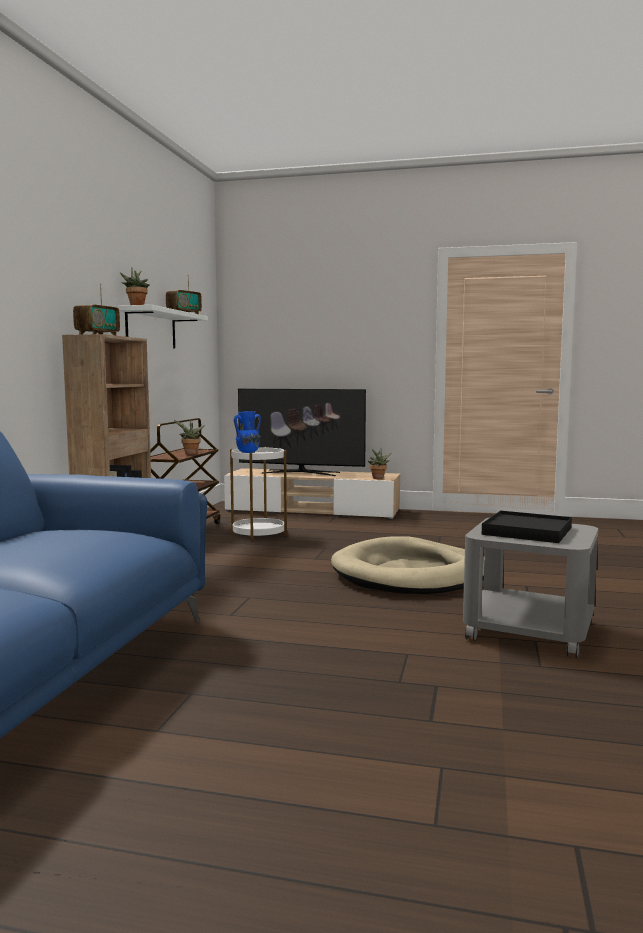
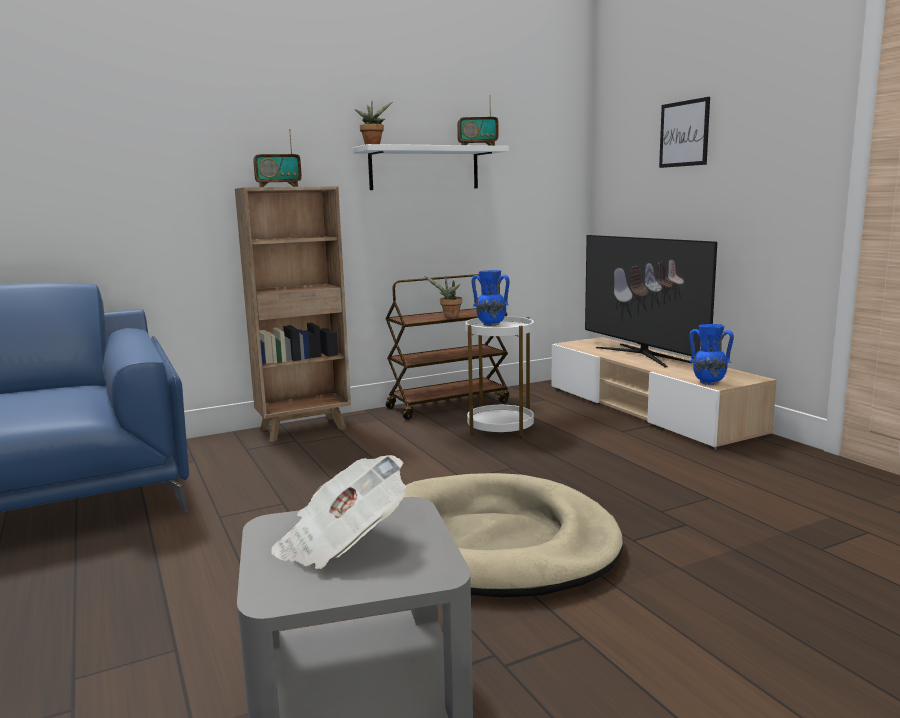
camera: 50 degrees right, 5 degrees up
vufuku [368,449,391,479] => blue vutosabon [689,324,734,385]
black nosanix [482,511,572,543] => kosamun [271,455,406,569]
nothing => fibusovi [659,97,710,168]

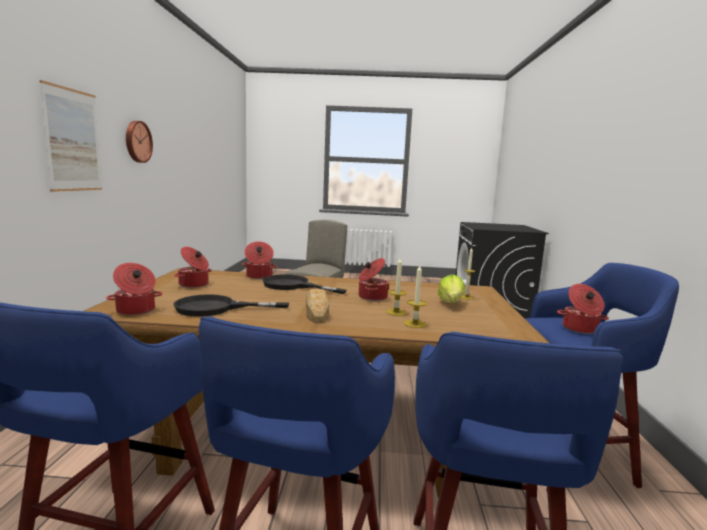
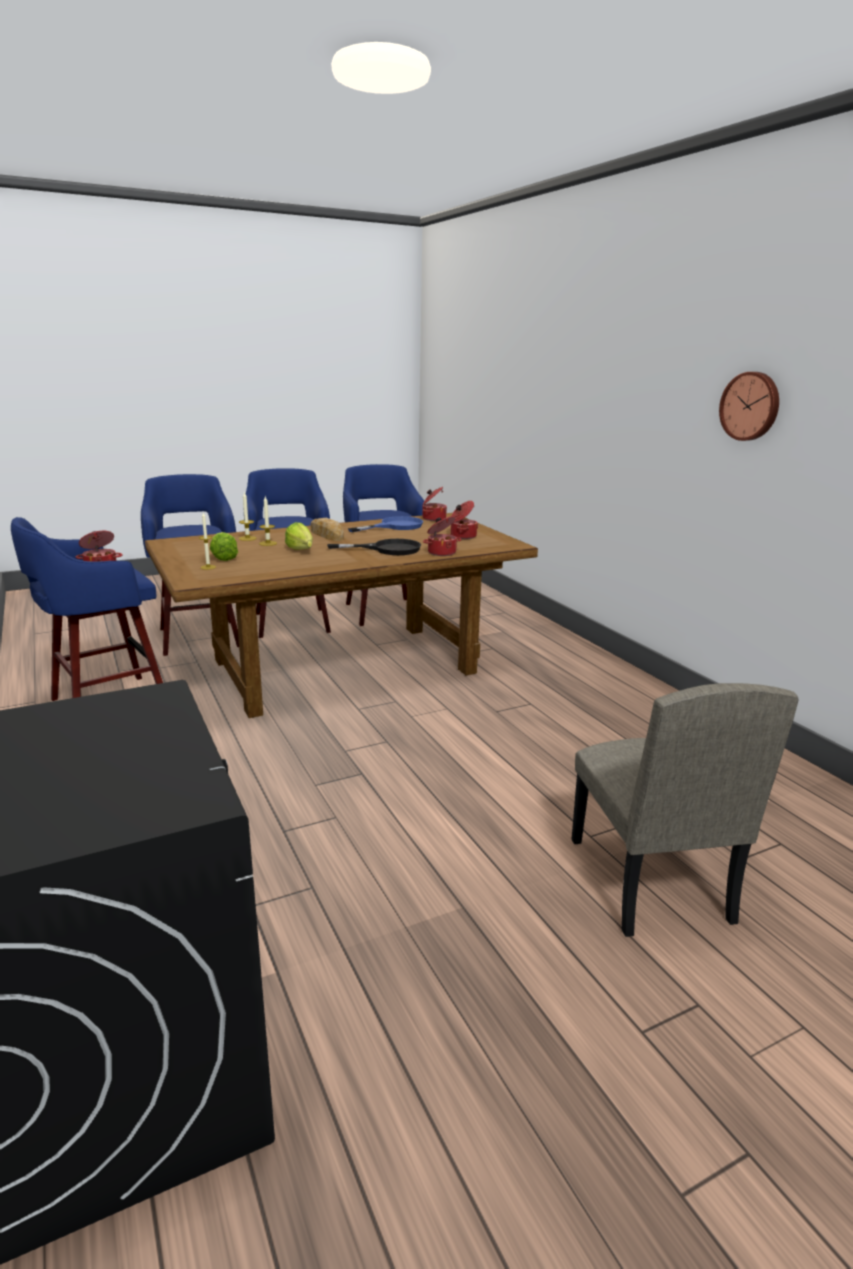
camera: 150 degrees right, 10 degrees up
fibusovi [39,80,102,192] => nothing
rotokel [359,258,390,301] => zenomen [285,522,313,550]
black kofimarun [173,294,289,317] => blue kofimarun [348,516,423,532]

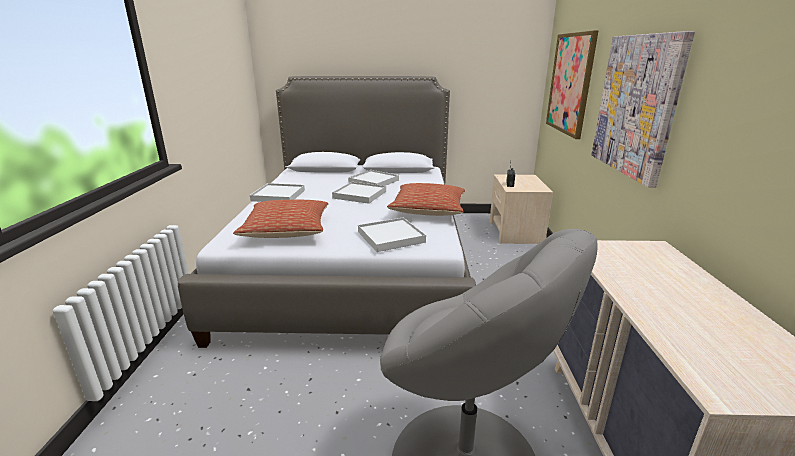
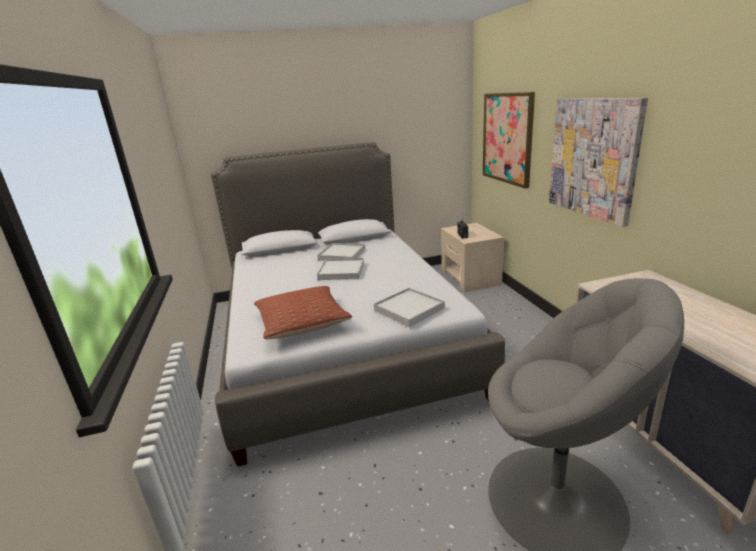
camera: 15 degrees left, 0 degrees up
white nosanix [250,183,305,202] => nothing
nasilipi [387,183,465,216] => nothing

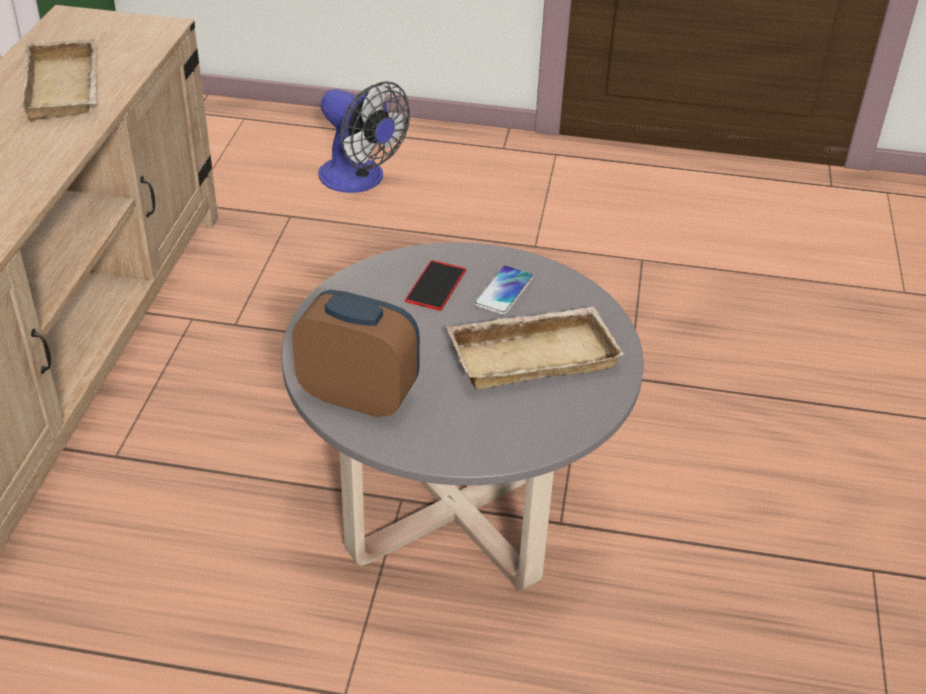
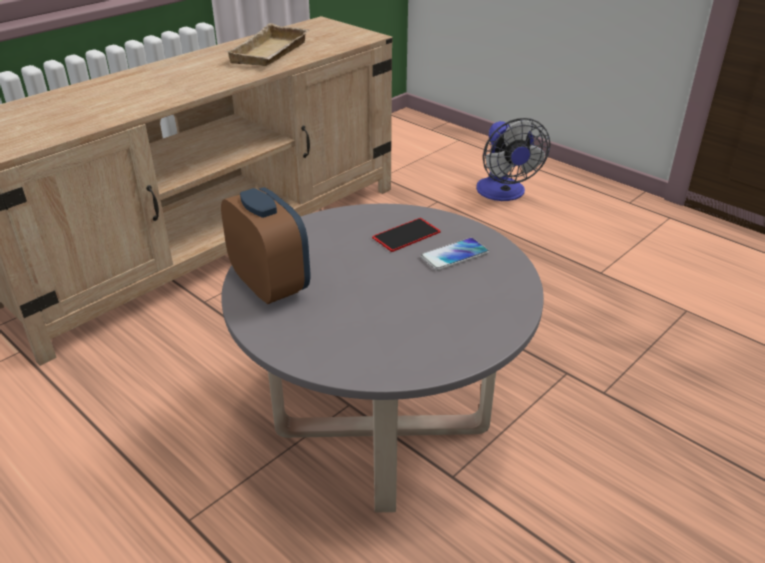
camera: 35 degrees right, 5 degrees down
beige nosanix [446,306,624,389] => nothing

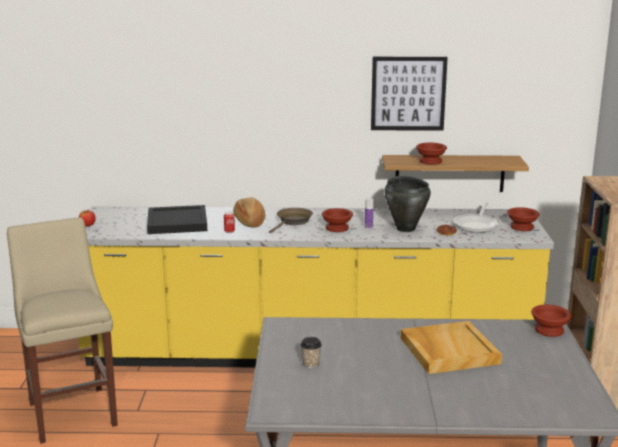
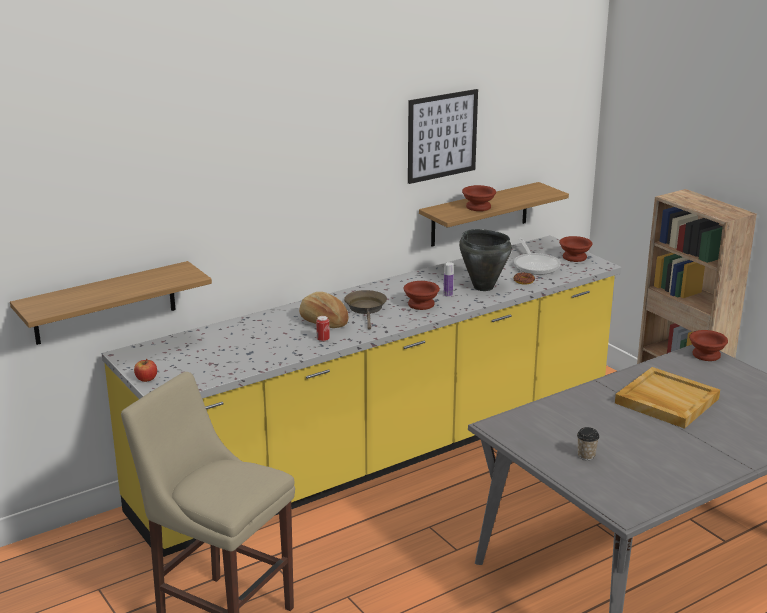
camera: 35 degrees left, 5 degrees up
black nosanix [147,205,207,234] => nothing
nothing => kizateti [10,261,212,345]

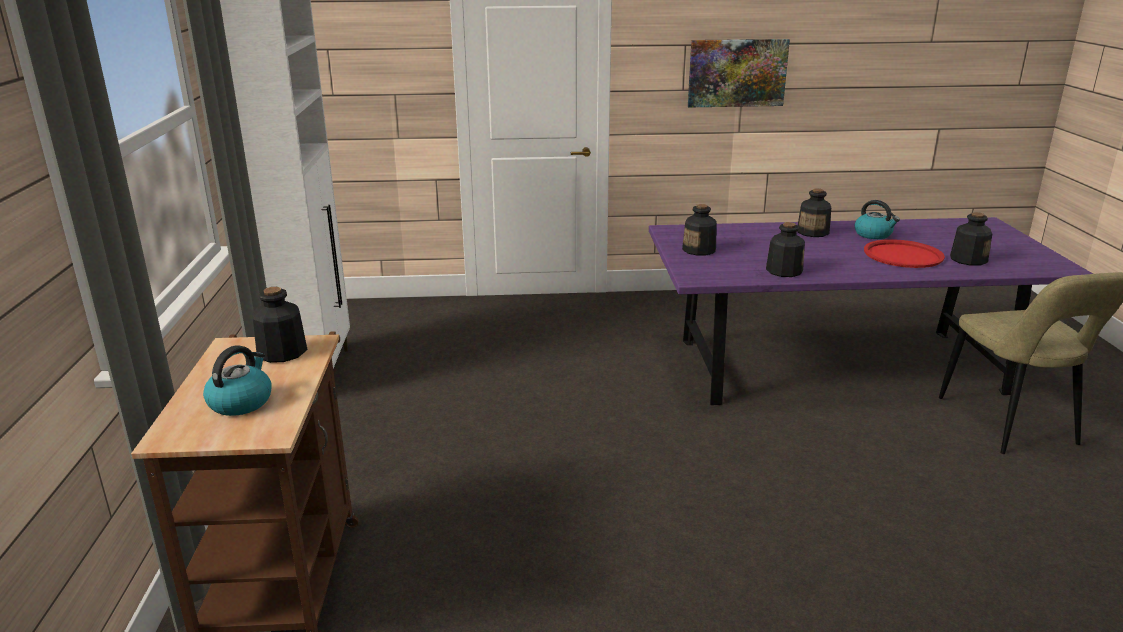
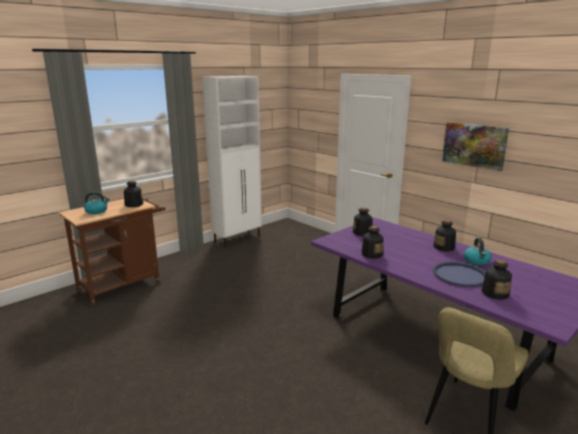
camera: 50 degrees right, 5 degrees down
red nosanix [864,239,945,268] => blue nosanix [433,262,486,287]

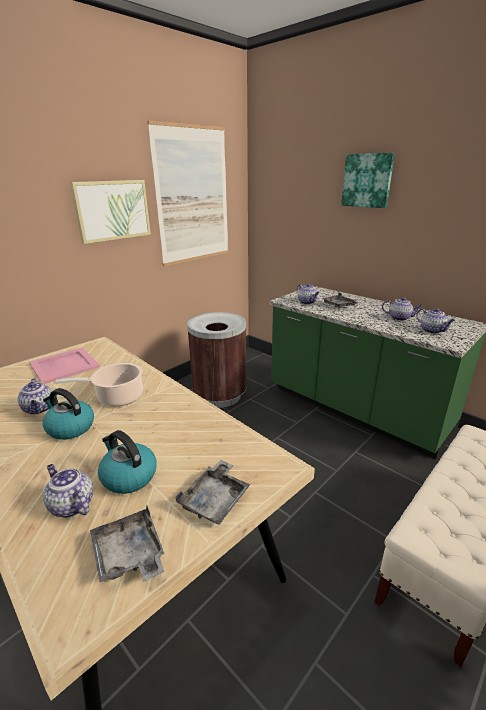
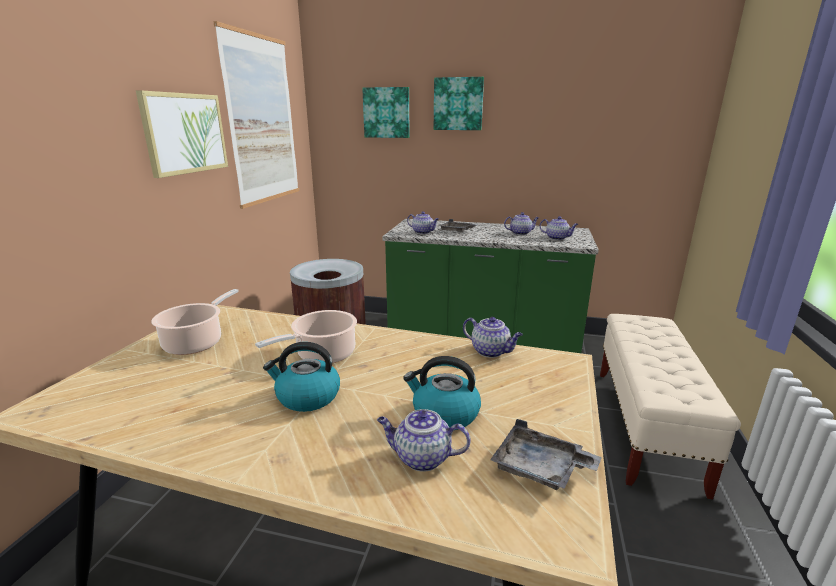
camera: 30 degrees left, 5 degrees down
pink nosanix [29,347,100,384] => rotokel [151,289,239,355]
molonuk [18,378,52,415] => molonuk [463,317,523,358], moved
grey nosanix [175,460,250,525] => nothing
nothing => fibusovi [362,87,409,138]

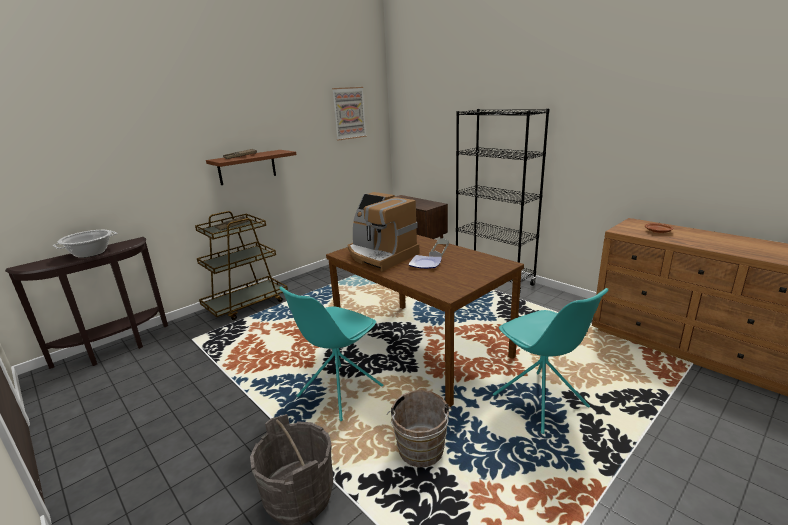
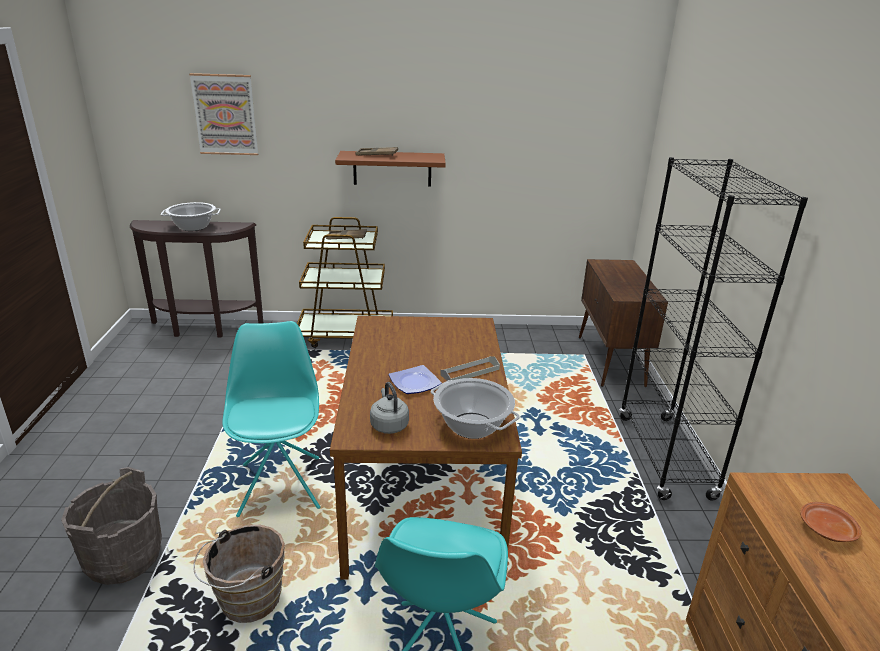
camera: 40 degrees right, 5 degrees up
fibusovi [332,87,367,141] => fibusovi [189,73,258,155], moved
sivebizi [348,192,420,272] => nothing
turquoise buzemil [279,286,384,421] => turquoise buzemil [222,321,320,517], 90 degrees clockwise
nothing => rotokel [431,378,520,439]
nothing => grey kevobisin [370,382,409,434]

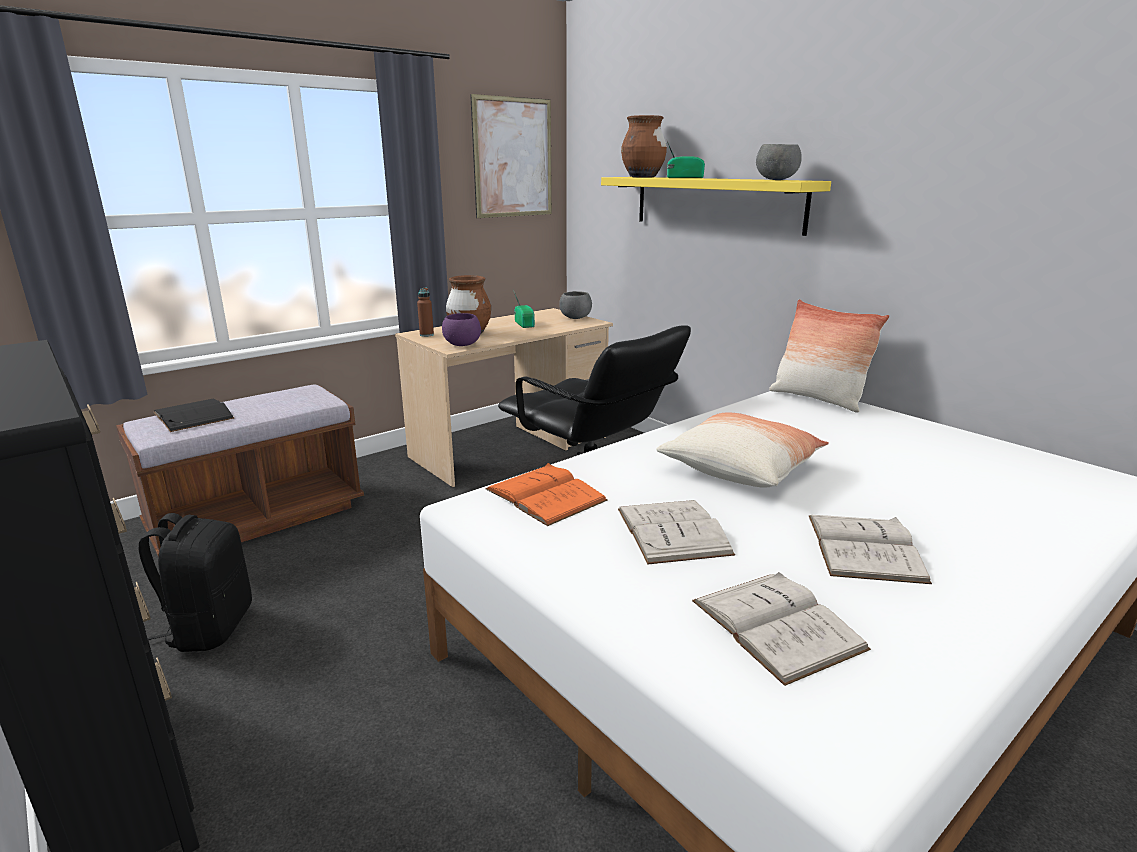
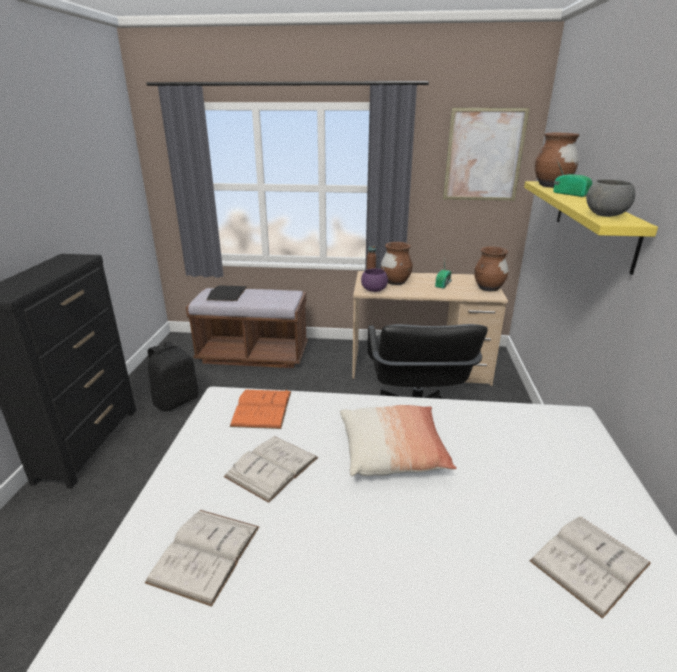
camera: 45 degrees right, 5 degrees up
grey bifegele [559,291,592,319] => brown vutosabon [474,247,509,291]
nasilipi [769,299,889,413] => nothing
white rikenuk [809,515,932,584] => white rikenuk [530,516,651,619], moved

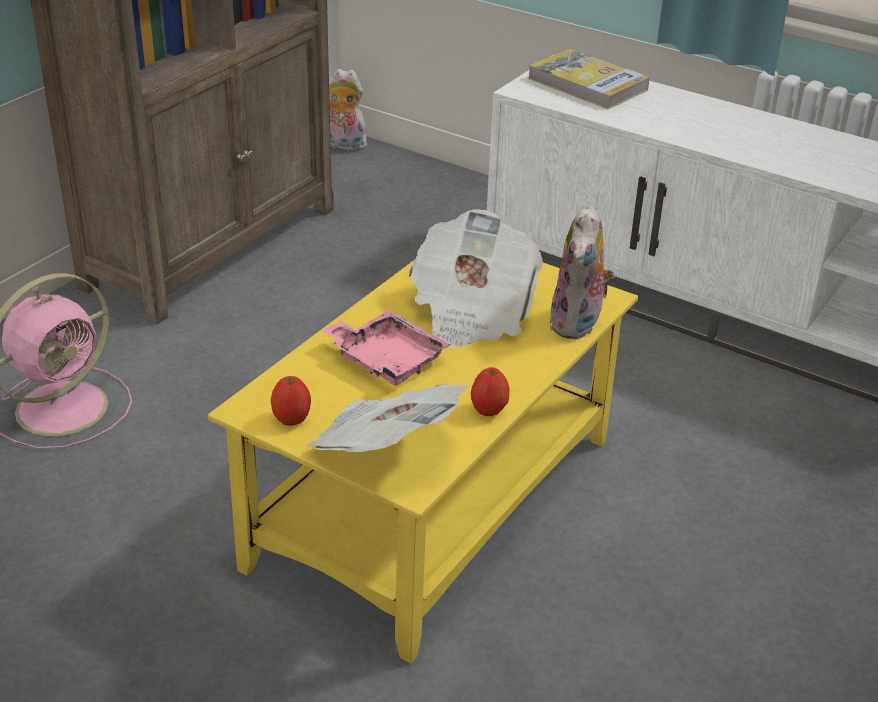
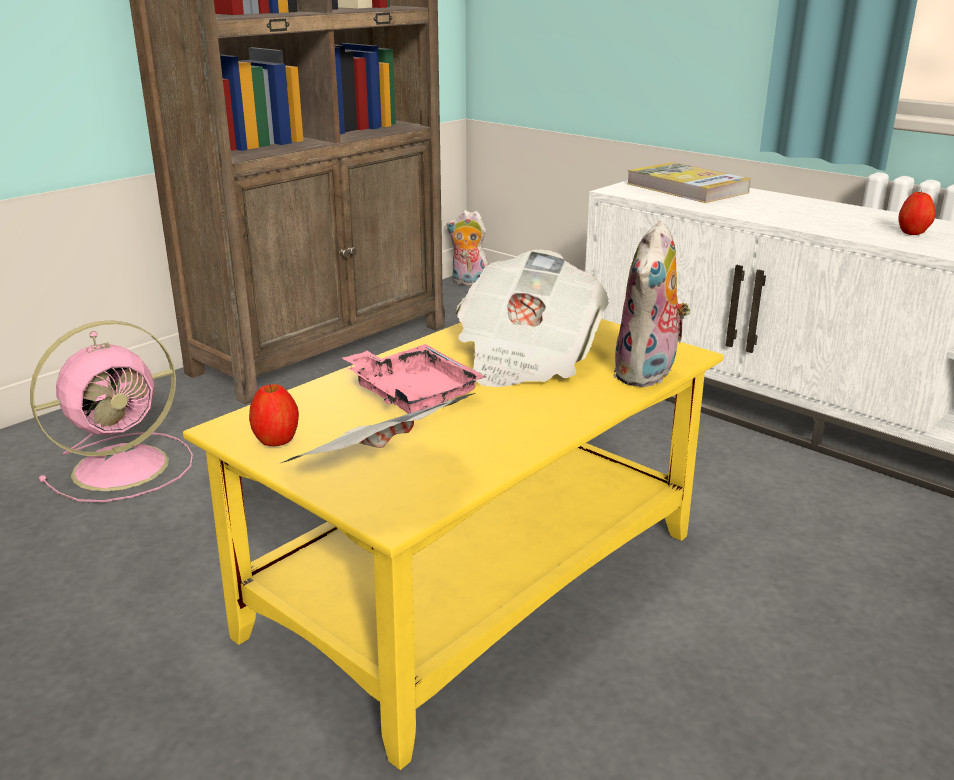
camera: 10 degrees right, 10 degrees down
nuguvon [471,367,509,416] => nuguvon [898,190,935,235], moved

